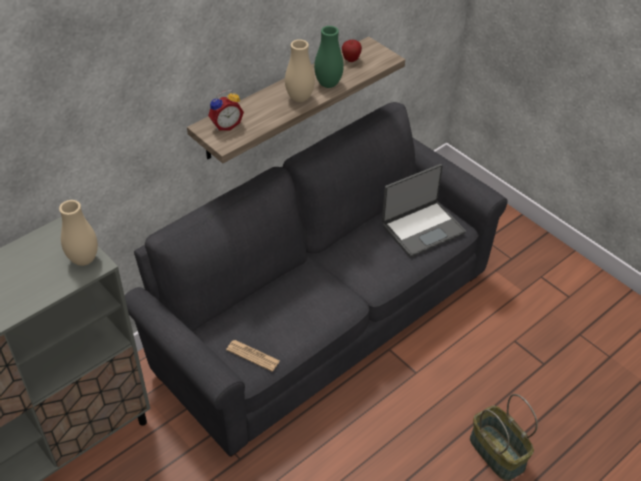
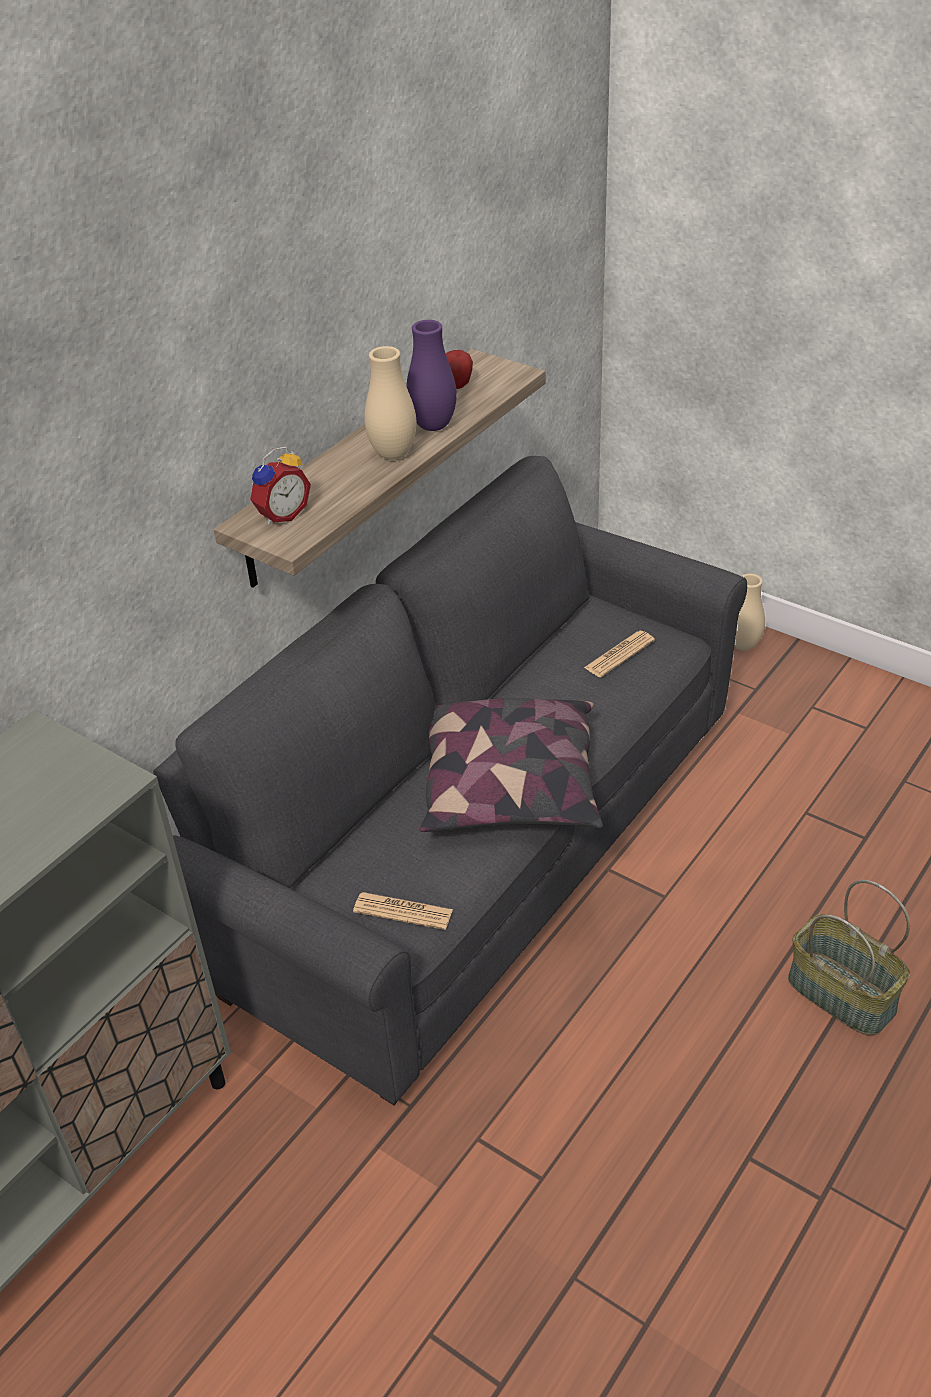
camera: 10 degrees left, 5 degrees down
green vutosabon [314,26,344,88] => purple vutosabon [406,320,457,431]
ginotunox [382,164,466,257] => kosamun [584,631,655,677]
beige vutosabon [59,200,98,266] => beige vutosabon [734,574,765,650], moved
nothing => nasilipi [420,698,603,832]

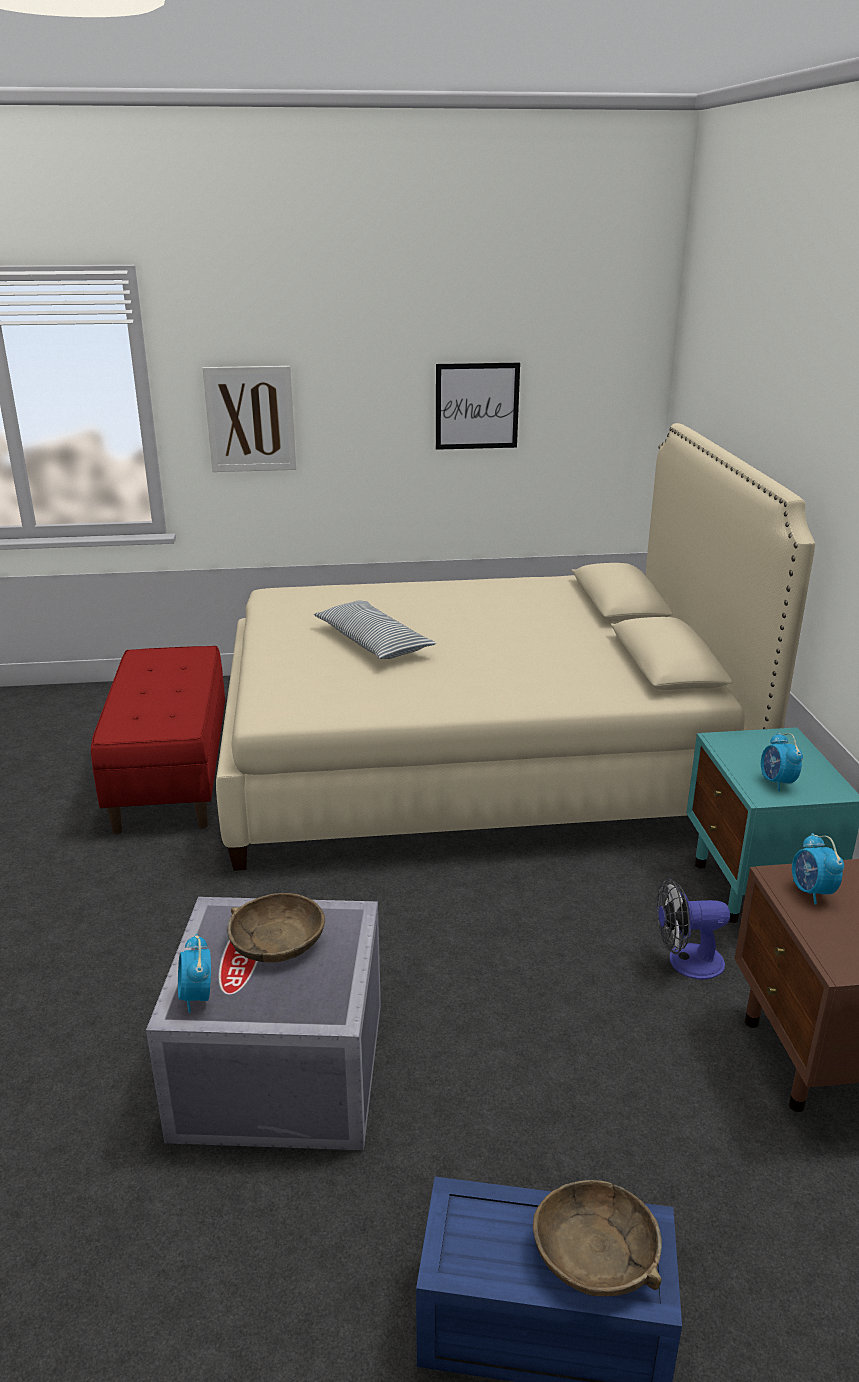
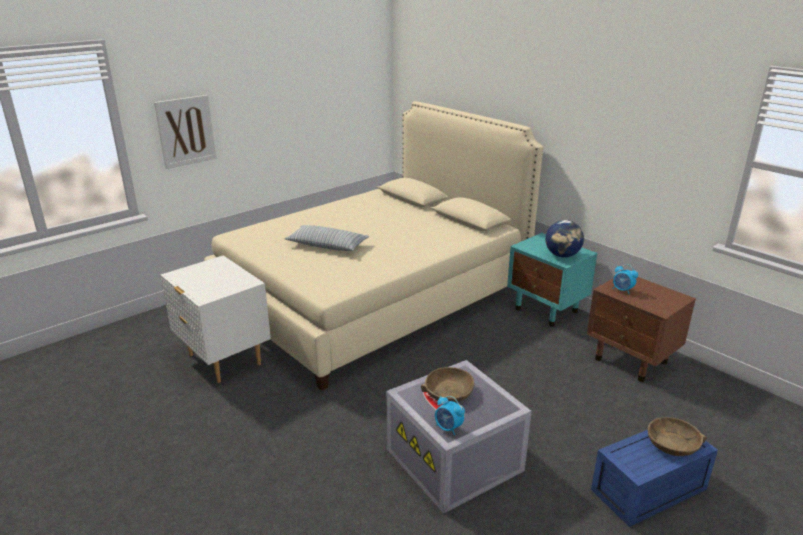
camera: 35 degrees left, 0 degrees up
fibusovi [436,363,520,450] => nothing
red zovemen [91,646,225,834] => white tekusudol [160,255,271,383]
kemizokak [761,732,803,791] => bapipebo [545,220,584,258]
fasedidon [657,879,730,980] => nothing

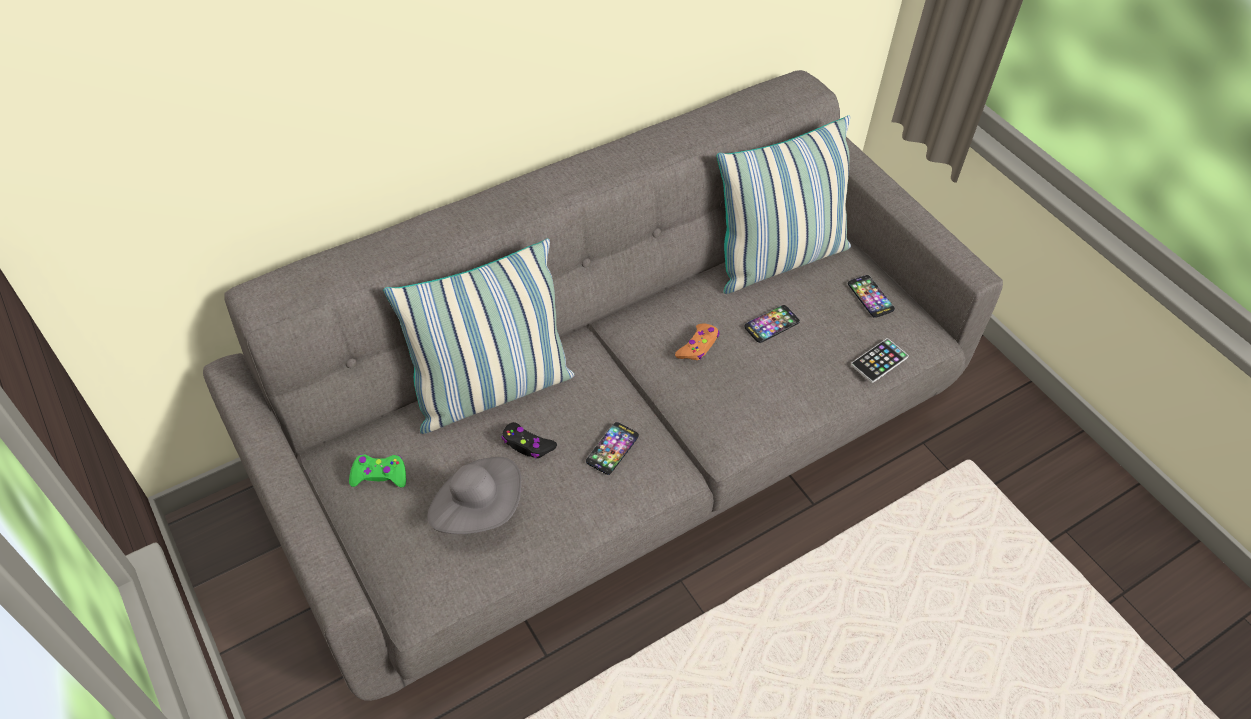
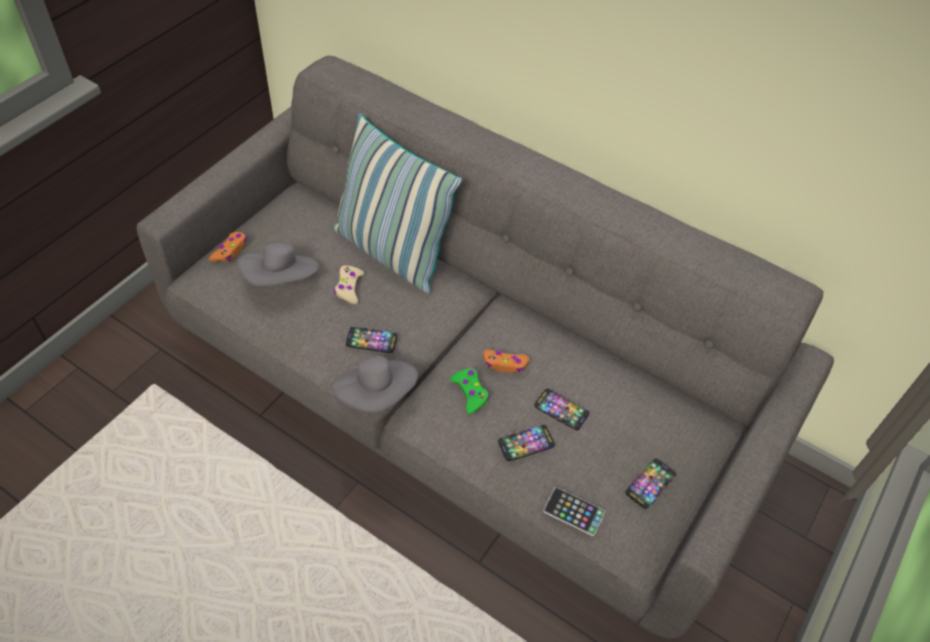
camera: 65 degrees right, 0 degrees up
nasilipi [717,115,851,294] => nothing
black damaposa [502,422,557,458] => beige damaposa [334,265,364,305]
green damaposa [349,454,406,487] => green damaposa [450,368,489,414], moved
nothing => orange damaposa [209,232,247,262]
nothing => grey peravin [331,356,418,412]
nothing => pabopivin [498,425,555,461]

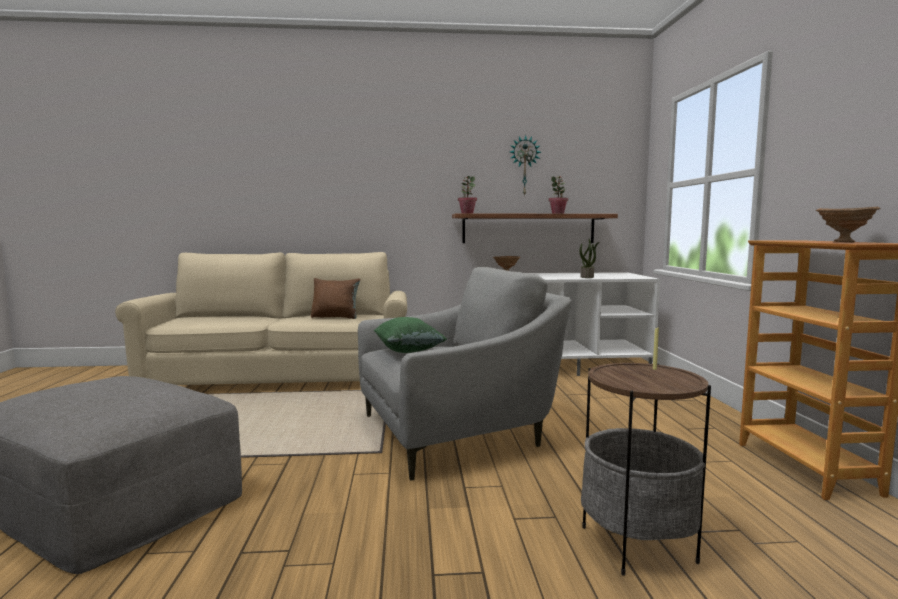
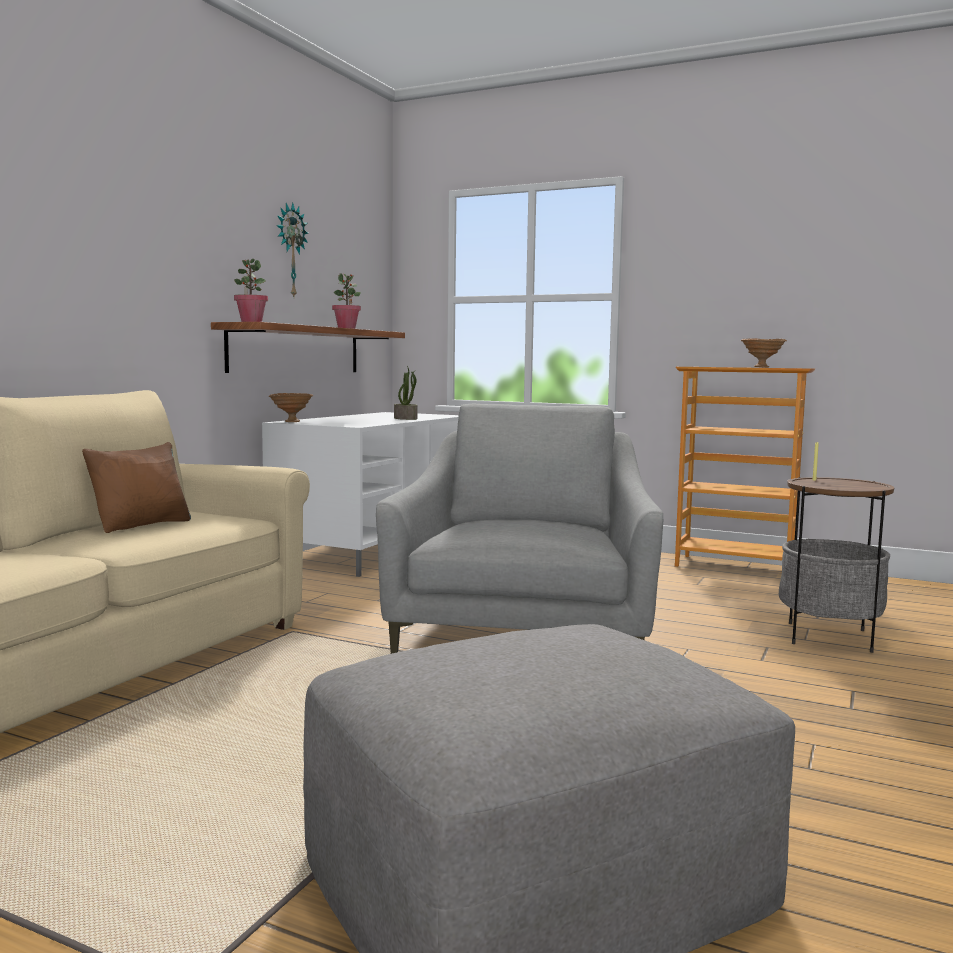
camera: 60 degrees left, 0 degrees up
green nasilipi [373,317,447,353] => nothing

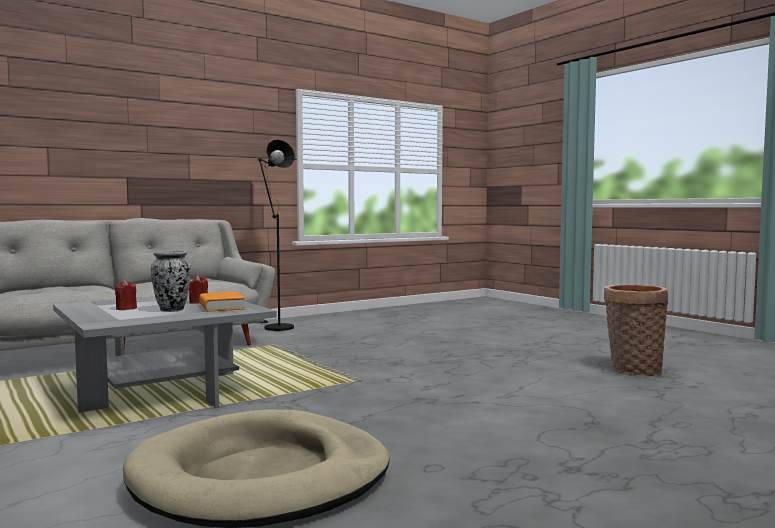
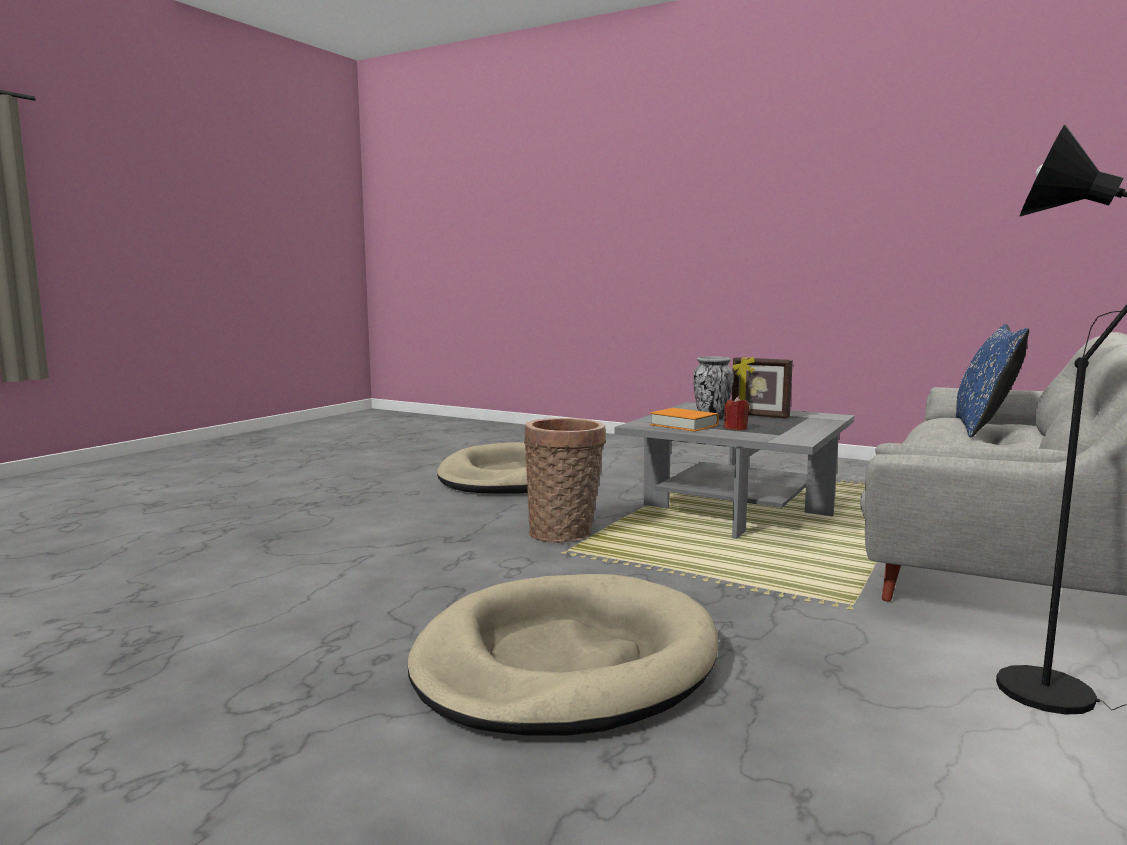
camera: 155 degrees right, 5 degrees up
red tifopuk [114,280,137,310] => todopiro [732,356,793,418]
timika [604,284,668,376] => timika [524,418,606,543], moved
nothing => blue nasilipi [956,324,1029,438]
nothing => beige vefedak [408,574,719,736]

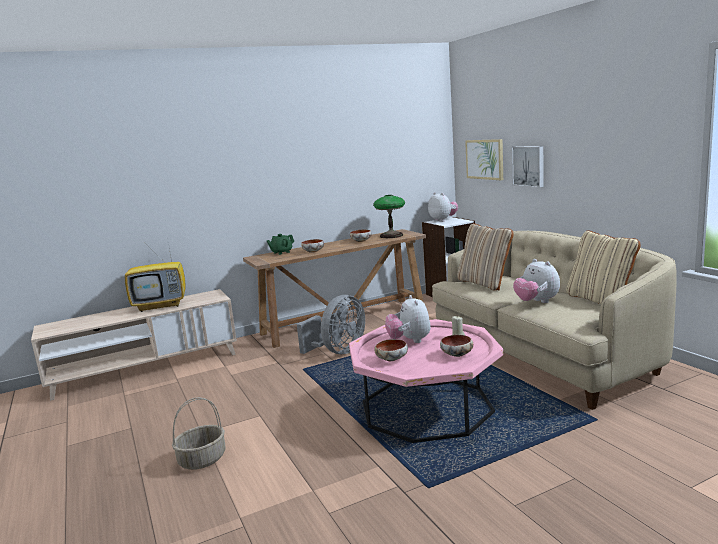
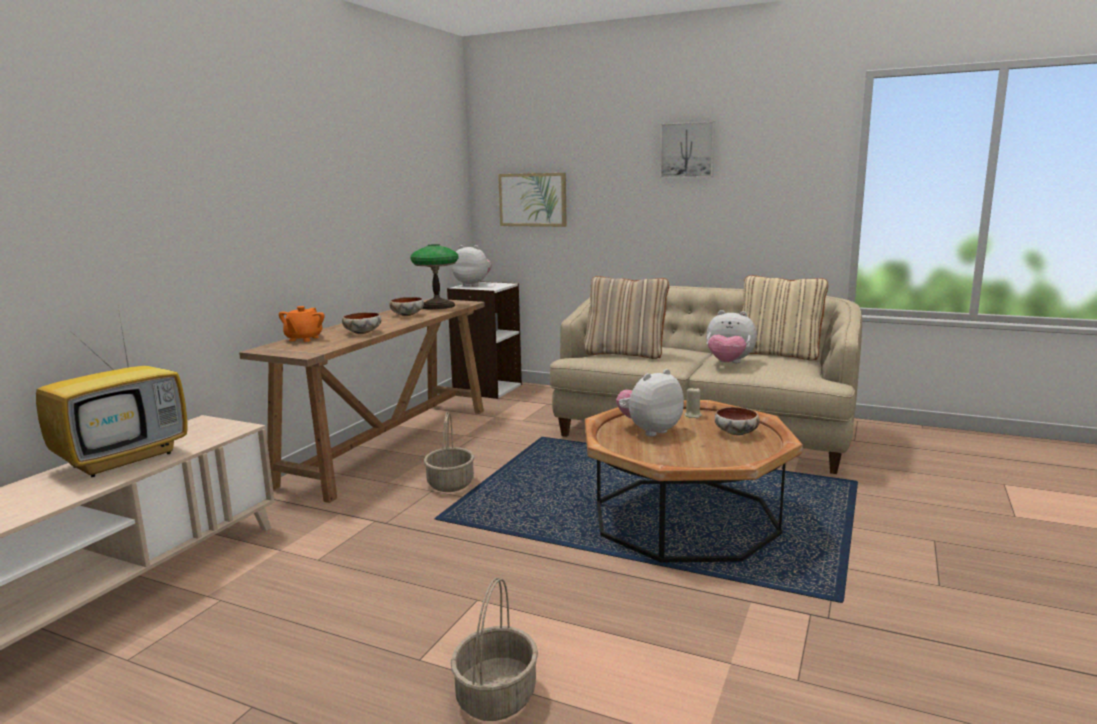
camera: 40 degrees left, 0 degrees up
fibusovi [512,146,544,188] => fibusovi [660,121,715,178], moved
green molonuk [267,234,294,255] => orange molonuk [279,306,324,342]
grey fasedidon [297,295,365,354] => timika [424,412,474,492]
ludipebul [385,295,431,343] => ludipebul [616,369,684,437], 105 degrees clockwise
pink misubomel [349,319,503,443] => brown misubomel [585,400,803,562]
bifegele [374,339,408,361] => nothing

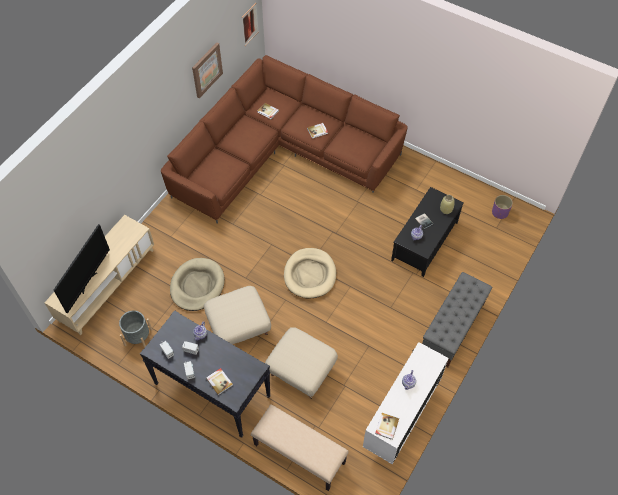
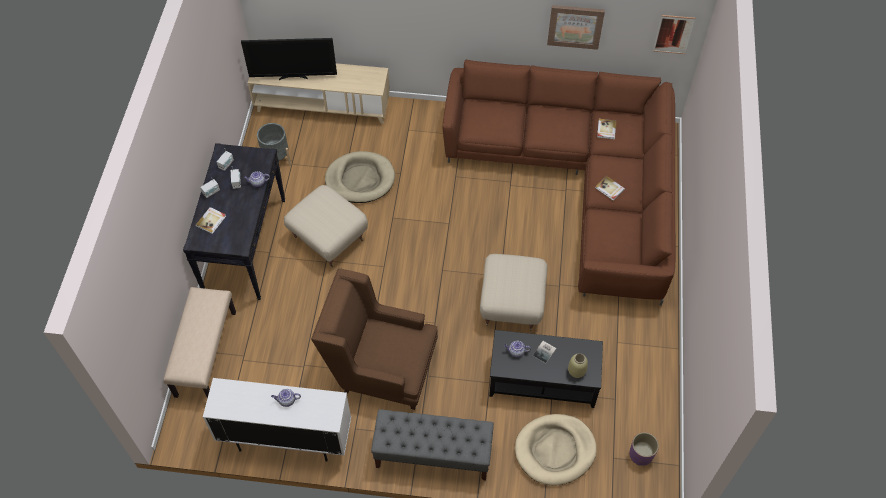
camera: 65 degrees right, 0 degrees up
beige vefedak [284,248,336,299] => beige vefedak [515,414,597,486], moved
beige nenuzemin [265,327,338,399] => beige nenuzemin [480,254,548,330], moved
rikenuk [375,413,399,440] => nothing
nothing => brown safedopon [311,268,438,410]

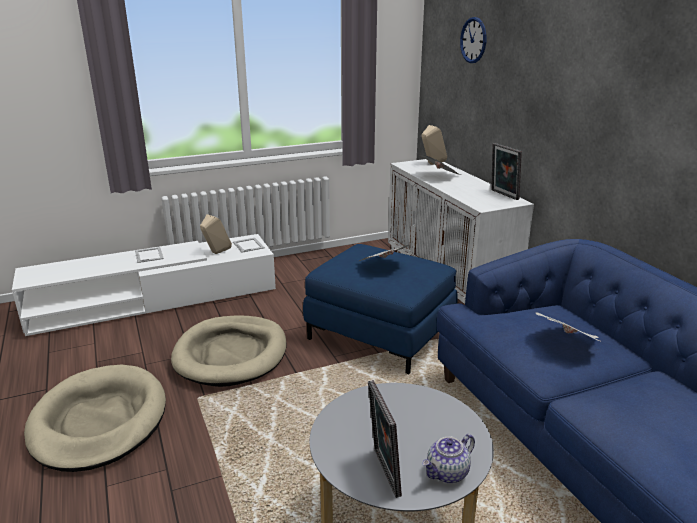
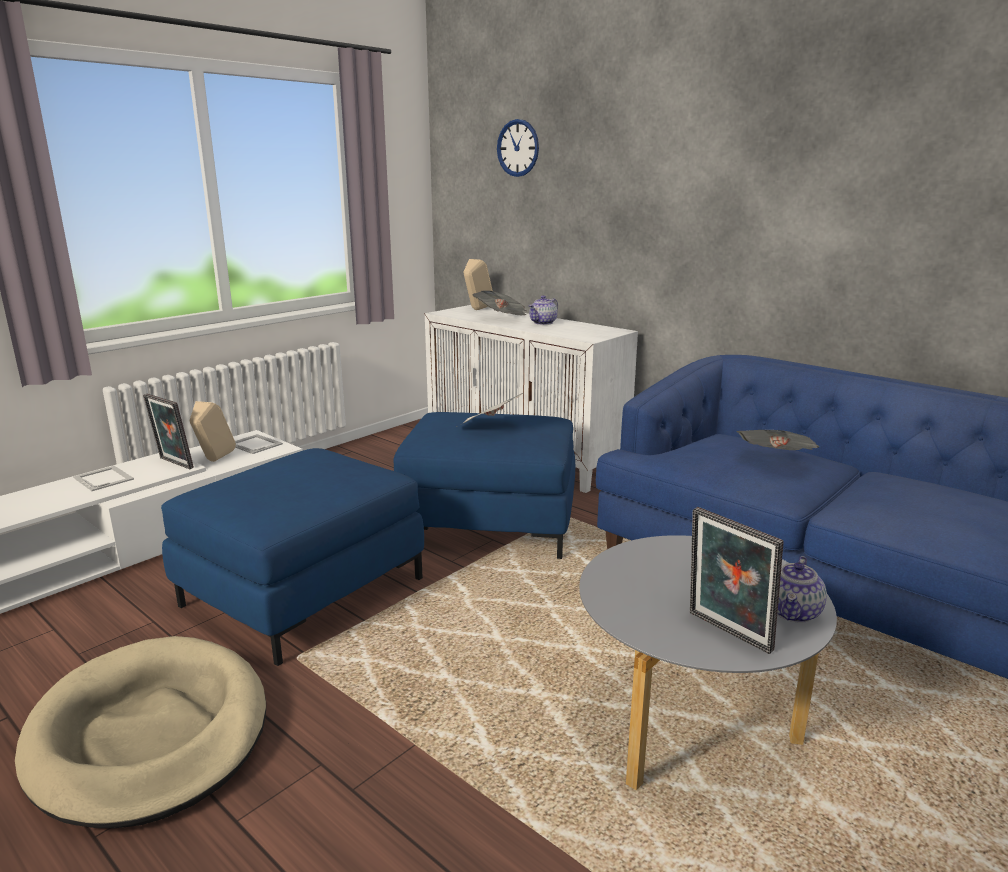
camera: 25 degrees left, 5 degrees down
todopiro [491,143,522,200] => todopiro [143,394,194,469], moved
beige vefedak [171,315,286,387] => blue nenuzemin [161,448,424,666]
nothing => molonuk [528,295,558,325]

